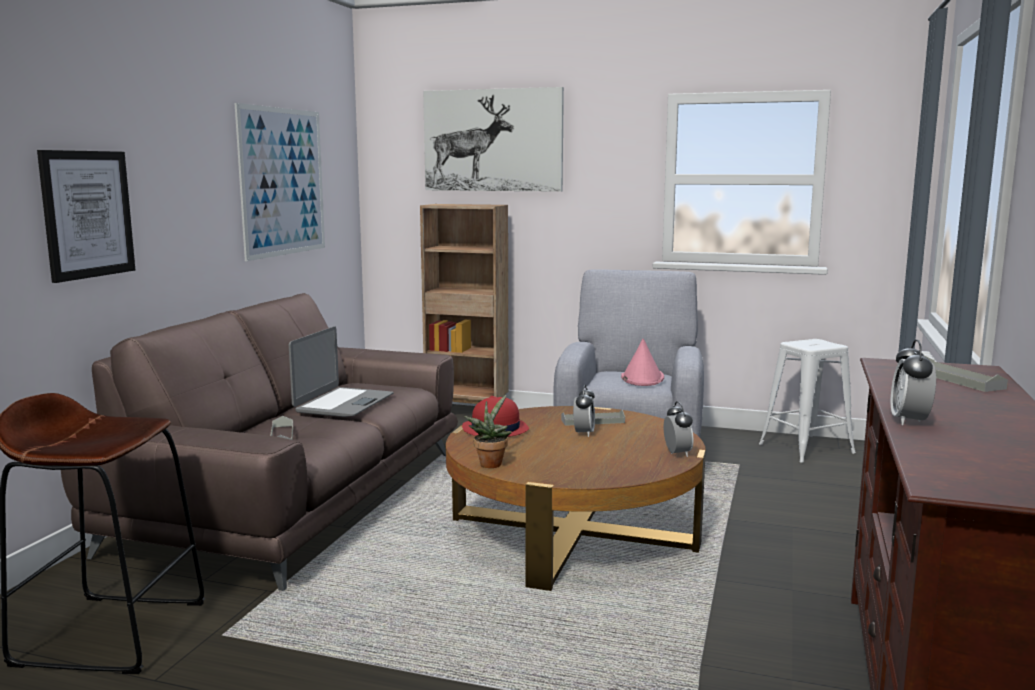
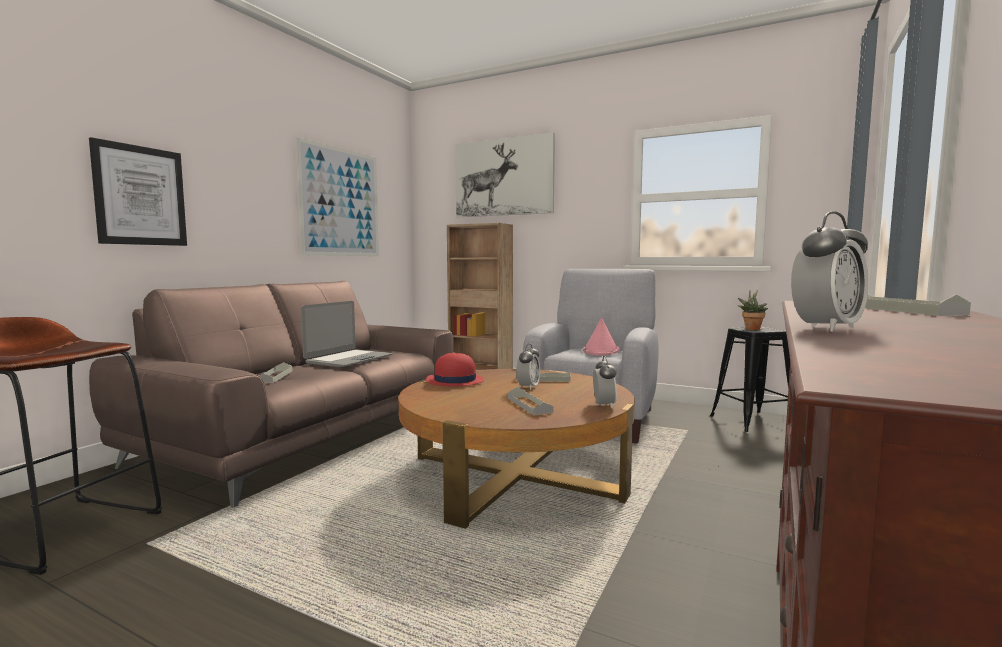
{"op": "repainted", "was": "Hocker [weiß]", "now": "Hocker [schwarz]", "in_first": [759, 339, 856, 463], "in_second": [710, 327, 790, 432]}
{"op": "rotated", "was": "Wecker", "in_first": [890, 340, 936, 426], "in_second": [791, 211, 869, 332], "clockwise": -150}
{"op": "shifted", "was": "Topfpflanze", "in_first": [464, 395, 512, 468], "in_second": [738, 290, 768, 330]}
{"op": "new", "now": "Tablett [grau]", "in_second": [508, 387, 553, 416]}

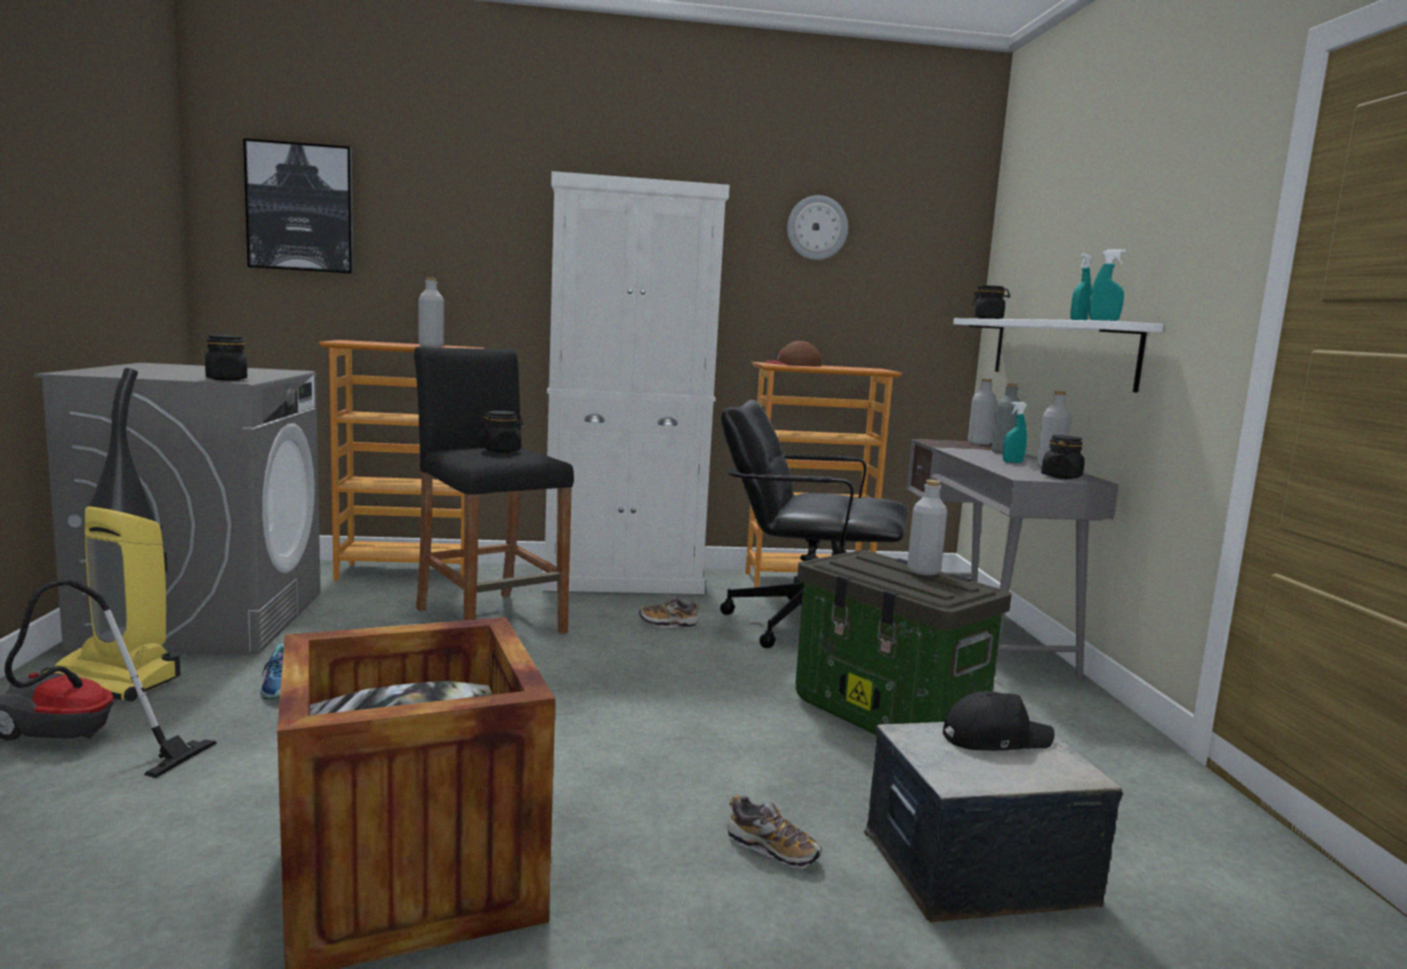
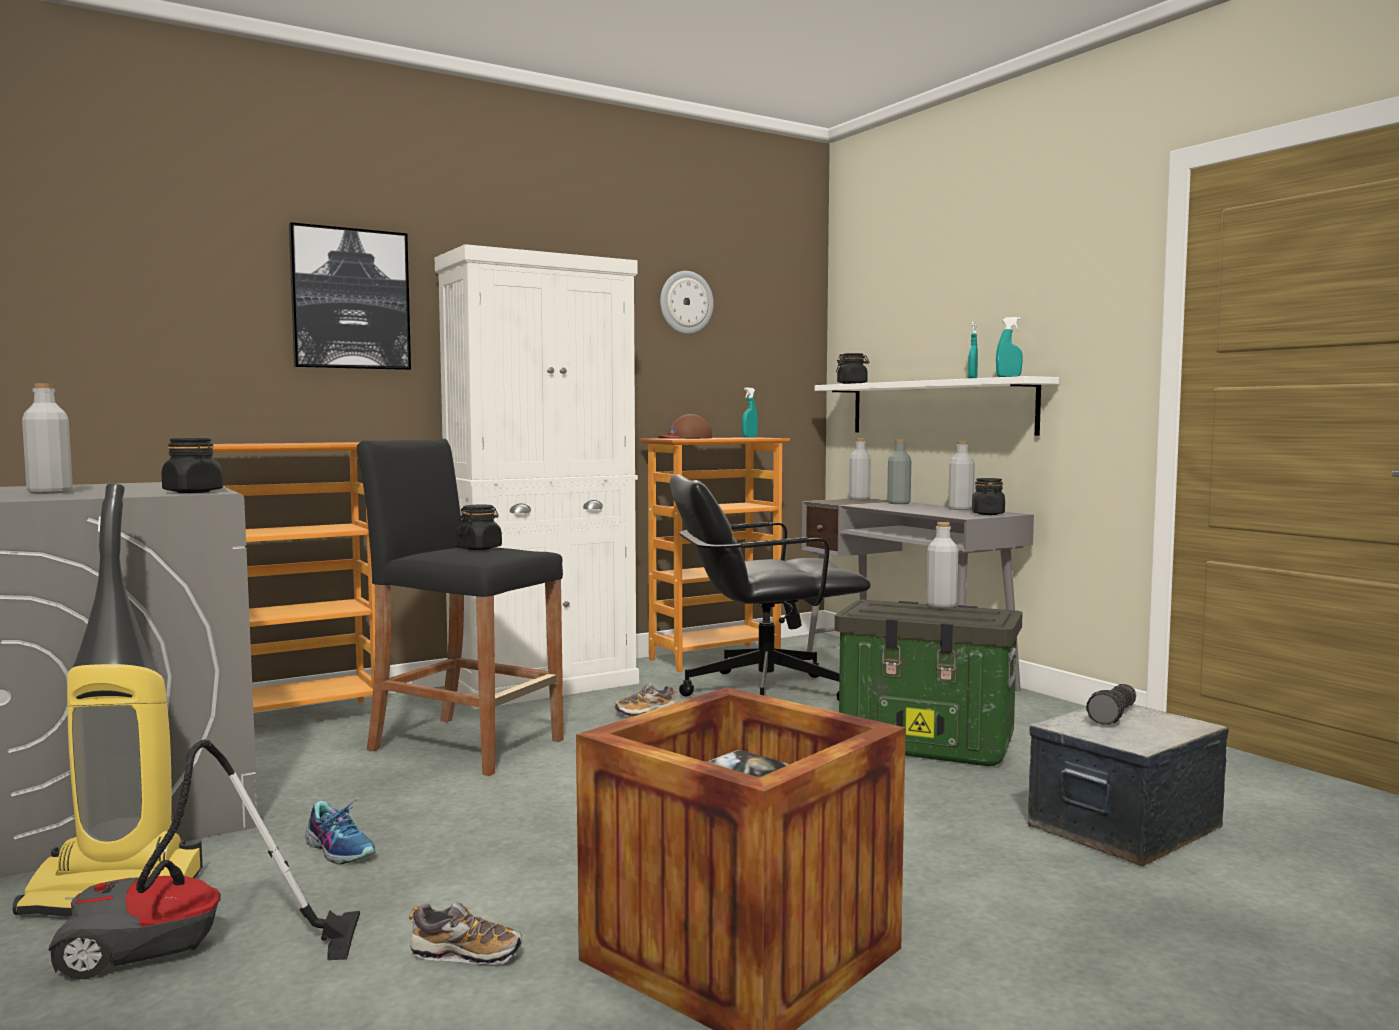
{"op": "shifted", "was": "Bild", "in_first": [243, 138, 354, 274], "in_second": [289, 222, 411, 370]}
{"op": "shifted", "was": "Flasche [grau]", "in_first": [419, 277, 444, 347], "in_second": [22, 383, 73, 494]}
{"op": "shifted", "was": "Sprühflasche [türkis]", "in_first": [1003, 401, 1027, 463], "in_second": [742, 387, 758, 438]}
{"op": "swapped", "was": "Kappe [schwarz]", "now": "Taschenlampe", "in_first": [943, 691, 1055, 751], "in_second": [1086, 684, 1136, 725]}
{"op": "shifted", "was": "Schuh", "in_first": [728, 795, 822, 869], "in_second": [409, 902, 522, 965]}

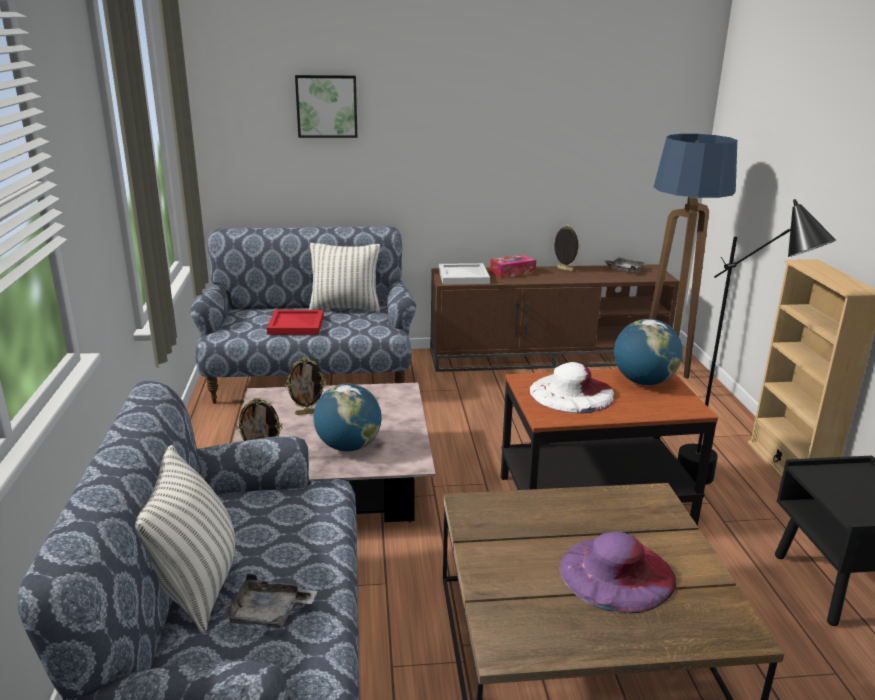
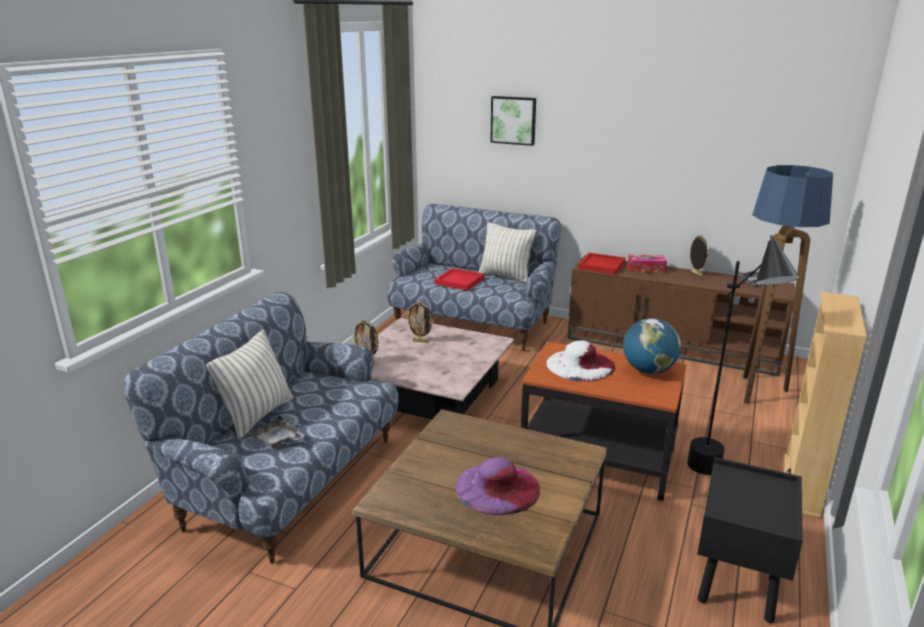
{"op": "repainted", "was": "Tablett [weiß]", "now": "Tablett [rot]", "in_first": [439, 263, 490, 284], "in_second": [578, 253, 625, 274]}
{"op": "gone", "was": "Globus", "in_first": [313, 384, 382, 451]}

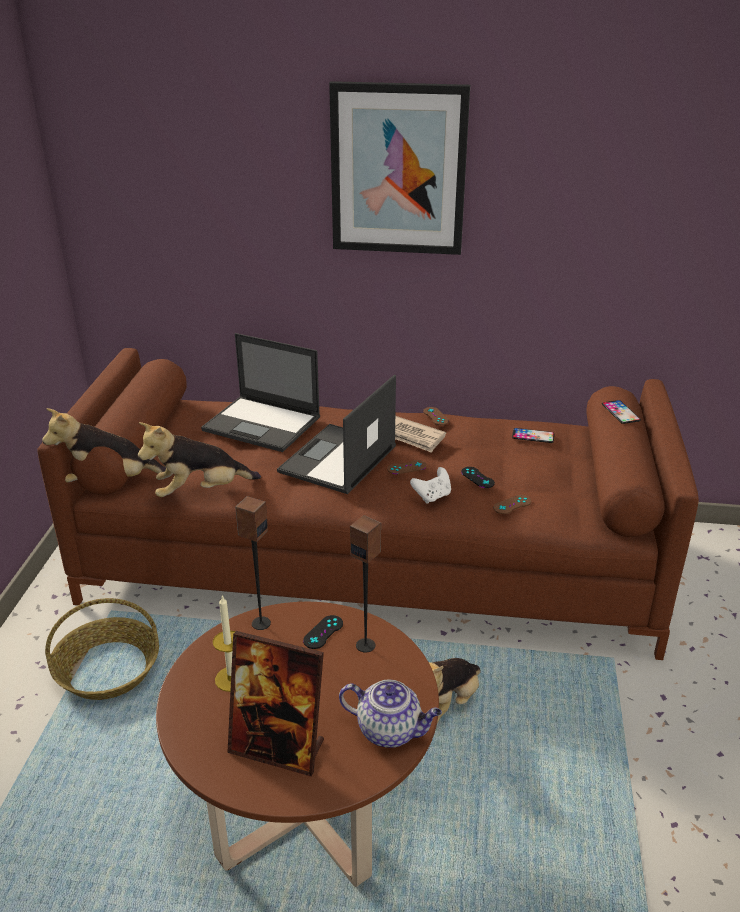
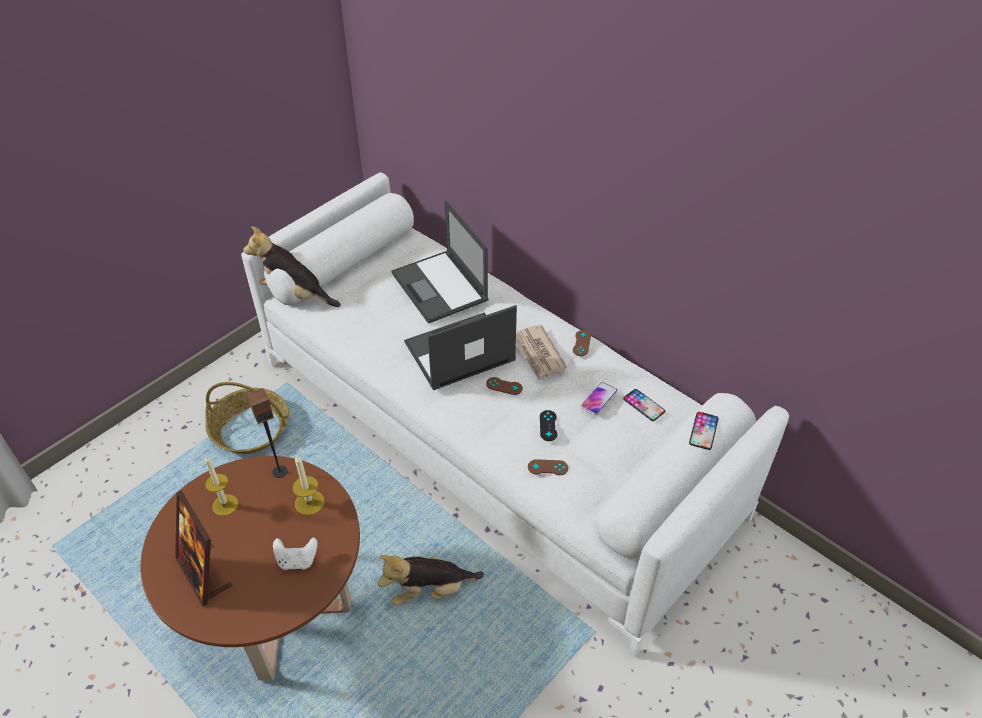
{"op": "gone", "was": "Bild", "in_first": [329, 81, 470, 255]}
{"op": "repainted", "was": "Sofa [braun]", "now": "Sofa [weiß]", "in_first": [38, 348, 699, 660], "in_second": [241, 173, 789, 658]}
{"op": "gone", "was": "Plüschtier", "in_first": [138, 422, 261, 497]}
{"op": "shifted", "was": "Gamepad [weiß]", "in_first": [410, 467, 451, 504], "in_second": [273, 537, 318, 570]}
{"op": "gone", "was": "Lautsprecher", "in_first": [350, 515, 381, 653]}
{"op": "swapped", "was": "Gamepad [schwarz]", "now": "Kerze", "in_first": [303, 615, 343, 649], "in_second": [292, 455, 324, 515]}
{"op": "gone", "was": "Teekanne", "in_first": [339, 680, 442, 748]}
{"op": "new", "now": "Handy", "in_second": [581, 382, 617, 415]}

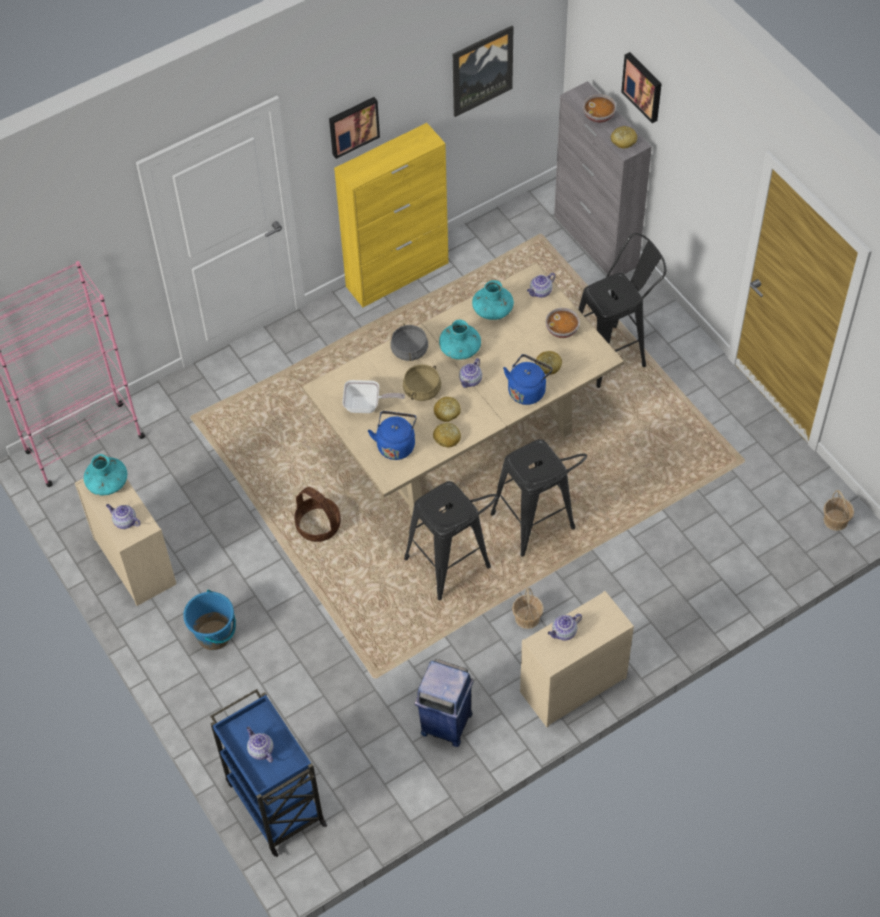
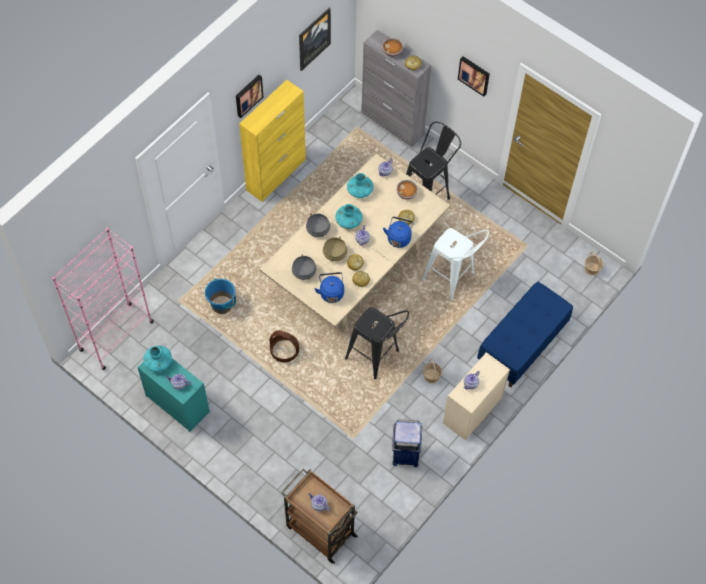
{"op": "shifted", "was": "Bild", "in_first": [621, 52, 662, 123], "in_second": [458, 56, 490, 97]}
{"op": "swapped", "was": "Pfanne", "now": "Kochtopf [grau]", "in_first": [343, 380, 405, 413], "in_second": [292, 254, 317, 280]}
{"op": "gone", "was": "Hocker [schwarz]", "in_first": [491, 439, 587, 557]}
{"op": "repainted", "was": "Kommode [beige]", "now": "Kommode [türkis]", "in_first": [75, 478, 176, 606], "in_second": [137, 358, 210, 432]}
{"op": "shifted", "was": "Eimer [blau]", "in_first": [183, 590, 236, 650], "in_second": [205, 278, 236, 314]}
{"op": "repainted", "was": "Rollwagen [blau]", "now": "Rollwagen [braun]", "in_first": [210, 689, 328, 857], "in_second": [281, 468, 358, 564]}
{"op": "new", "now": "Hocker [weiß]", "in_second": [422, 228, 489, 300]}
{"op": "new", "now": "Bank [blau]", "in_second": [477, 281, 573, 387]}

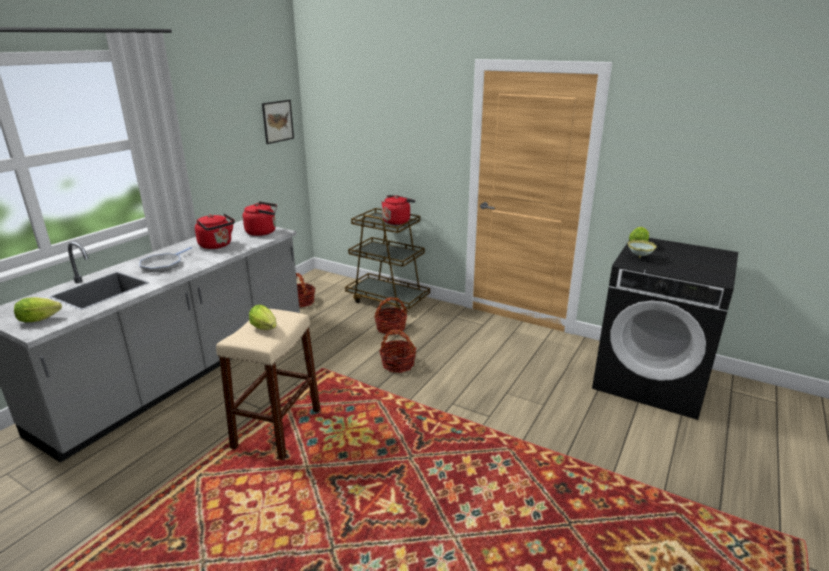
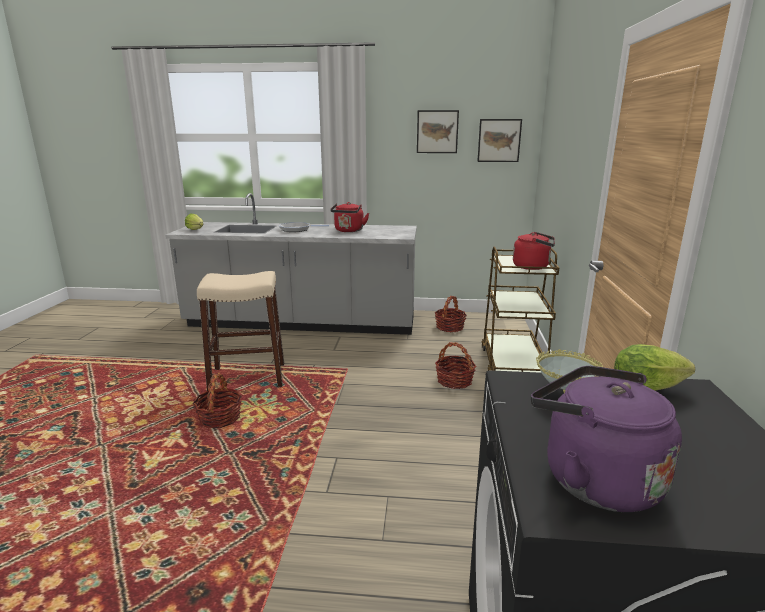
{"op": "gone", "was": "Wasserkessel [rot]", "in_first": [242, 201, 277, 236]}
{"op": "gone", "was": "Salatkopf", "in_first": [249, 305, 277, 330]}
{"op": "shifted", "was": "Korb", "in_first": [379, 330, 417, 373], "in_second": [193, 372, 242, 428]}
{"op": "new", "now": "Bild", "in_second": [417, 110, 459, 153]}
{"op": "new", "now": "Wasserkessel [lila]", "in_second": [531, 366, 682, 512]}

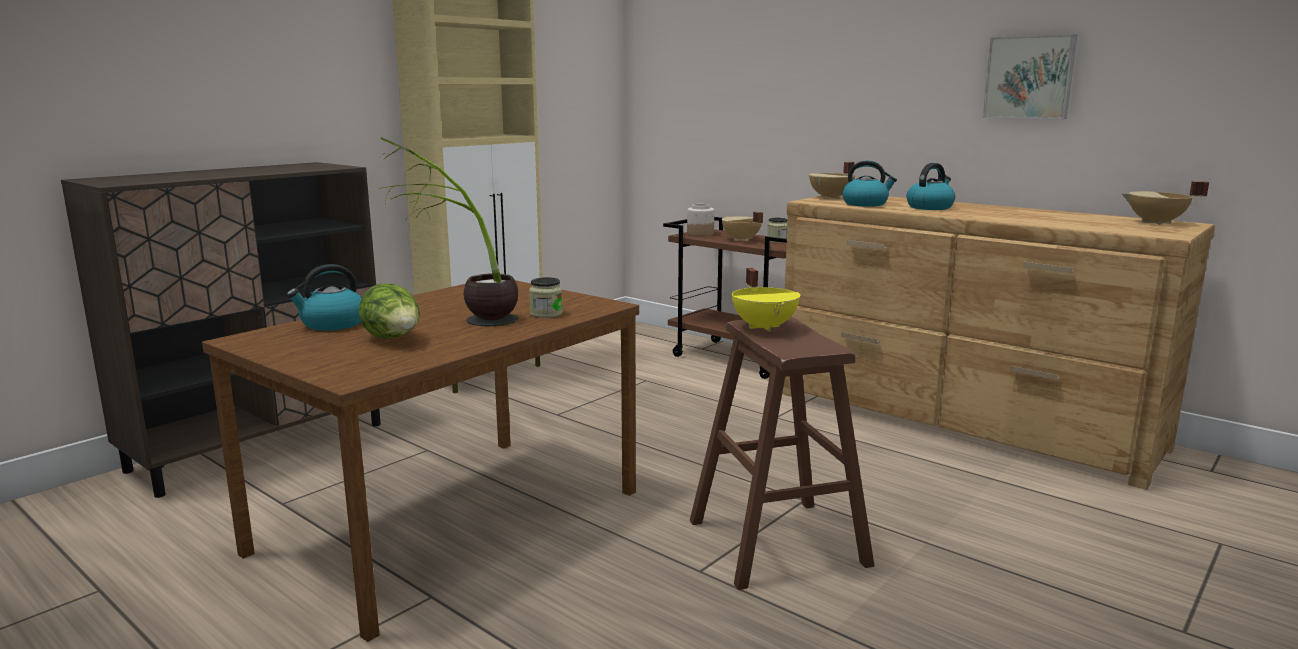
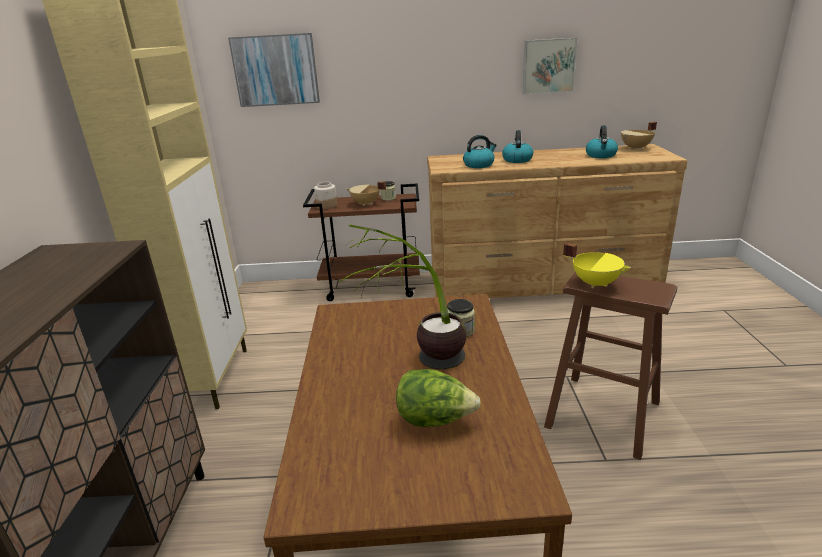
{"op": "gone", "was": "Kochtopf [beige]", "in_first": [809, 162, 855, 199]}
{"op": "shifted", "was": "Wasserkessel", "in_first": [287, 264, 362, 331], "in_second": [586, 126, 618, 158]}
{"op": "new", "now": "Bild", "in_second": [228, 33, 320, 107]}

